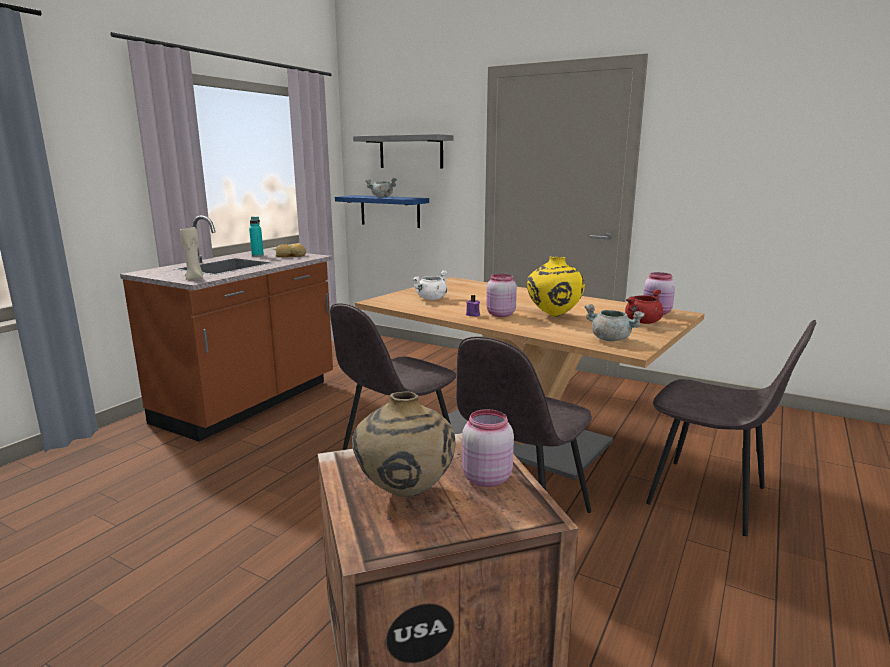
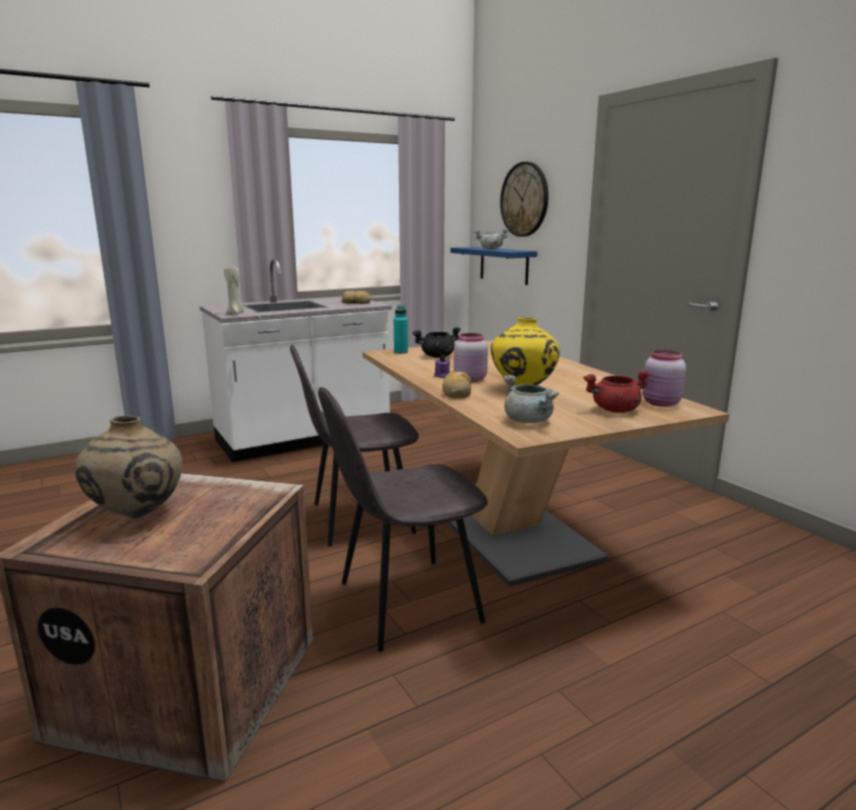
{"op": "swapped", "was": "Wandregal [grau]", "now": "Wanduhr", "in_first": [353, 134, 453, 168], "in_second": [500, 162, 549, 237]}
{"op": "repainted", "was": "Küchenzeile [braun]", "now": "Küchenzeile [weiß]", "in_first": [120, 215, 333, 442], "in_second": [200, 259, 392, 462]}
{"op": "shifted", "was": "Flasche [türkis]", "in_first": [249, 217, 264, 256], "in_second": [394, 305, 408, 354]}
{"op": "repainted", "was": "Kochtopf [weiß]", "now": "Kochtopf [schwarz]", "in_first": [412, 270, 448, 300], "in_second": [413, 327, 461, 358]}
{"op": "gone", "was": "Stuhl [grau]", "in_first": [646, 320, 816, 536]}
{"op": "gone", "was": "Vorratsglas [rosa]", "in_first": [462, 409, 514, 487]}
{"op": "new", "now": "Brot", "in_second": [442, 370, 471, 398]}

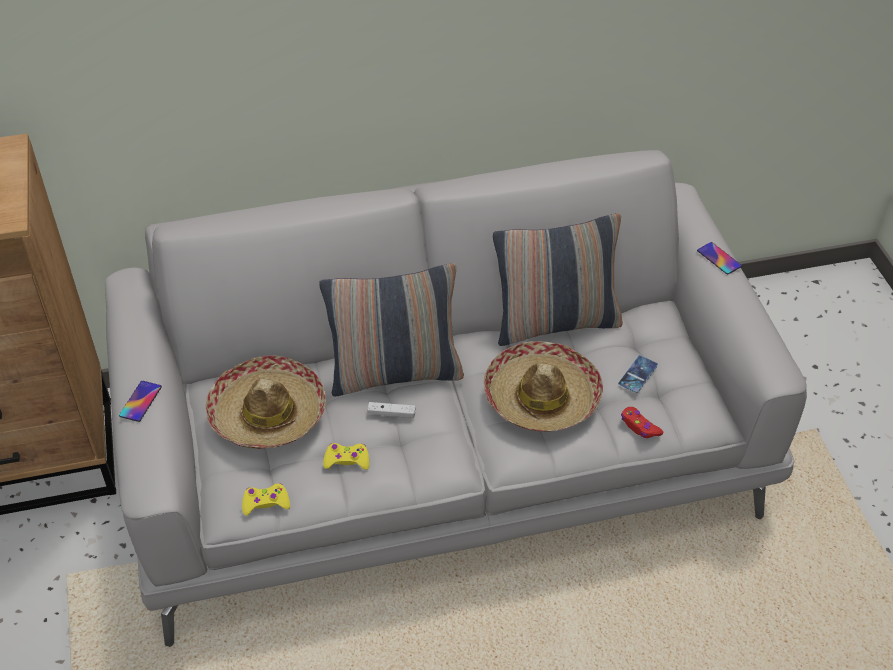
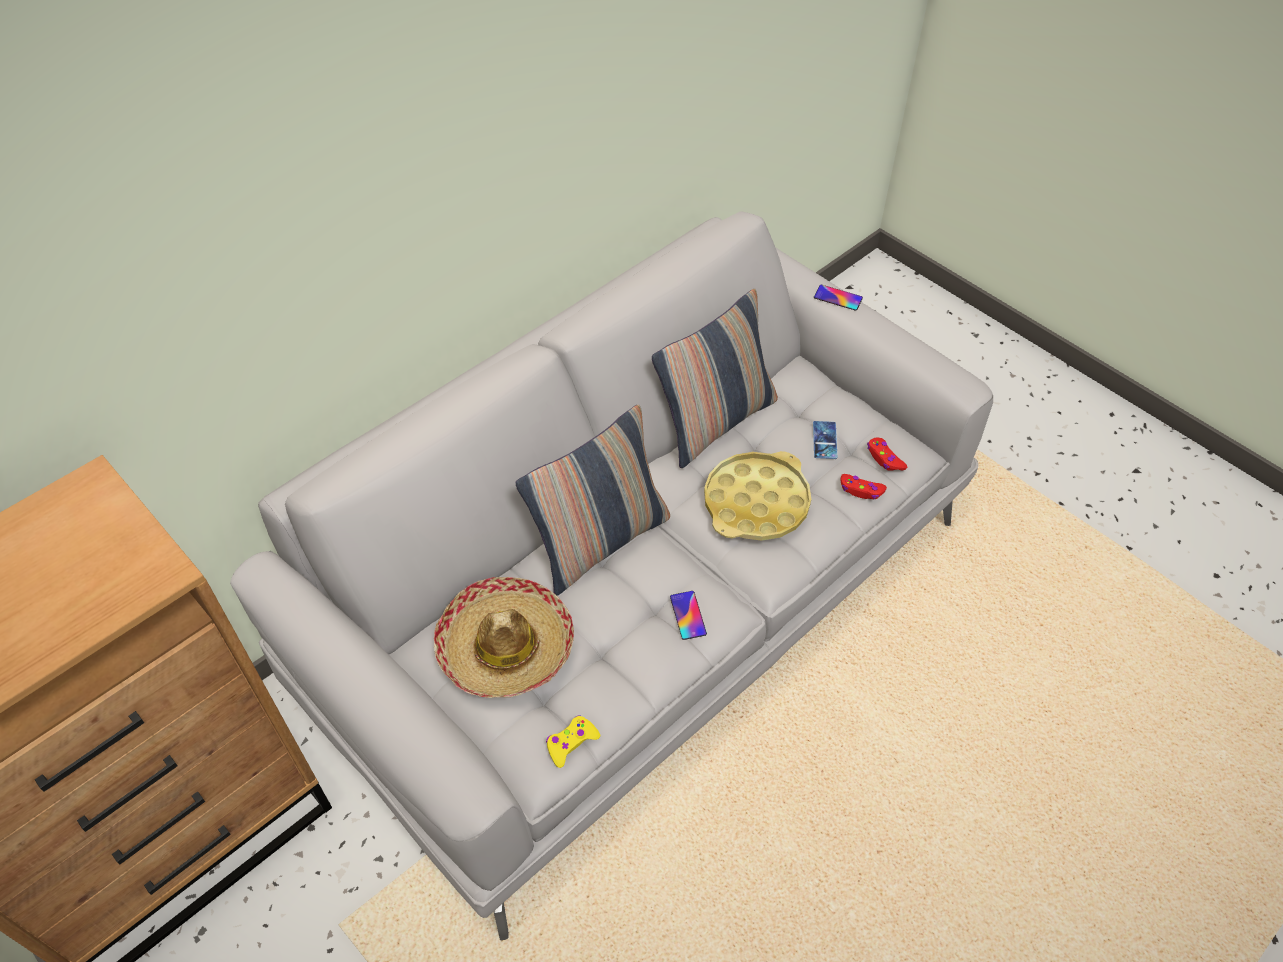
{"op": "swapped", "was": "Hut", "now": "Tablett [gelb]", "in_first": [483, 341, 603, 432], "in_second": [704, 451, 811, 541]}
{"op": "shifted", "was": "Handy", "in_first": [119, 381, 162, 422], "in_second": [670, 591, 707, 640]}
{"op": "gone", "was": "Gamepad [weiß]", "in_first": [367, 402, 415, 418]}
{"op": "gone", "was": "Gamepad [gelb]", "in_first": [323, 443, 369, 470]}
{"op": "new", "now": "Gamepad [rot]", "in_second": [867, 437, 907, 471]}

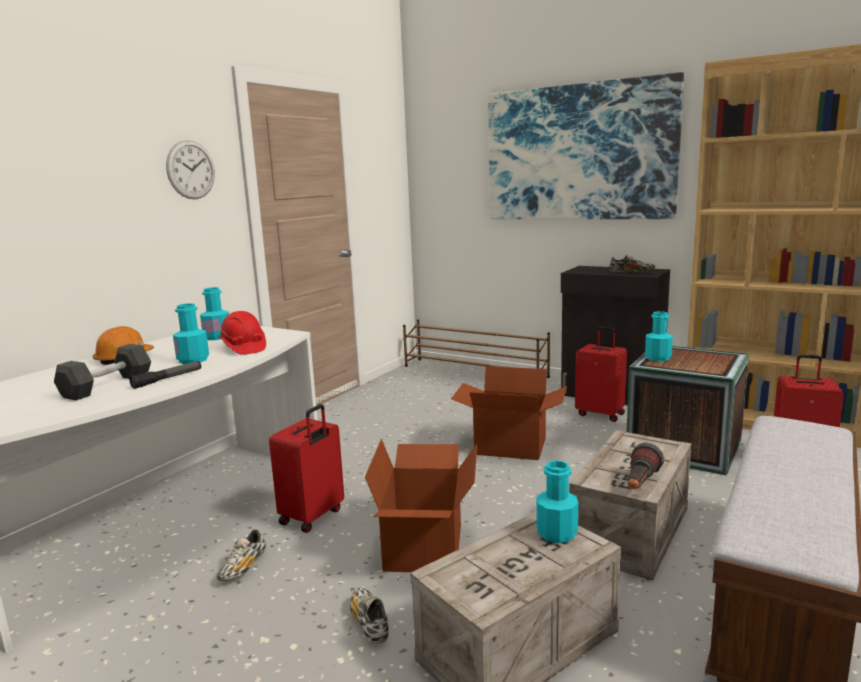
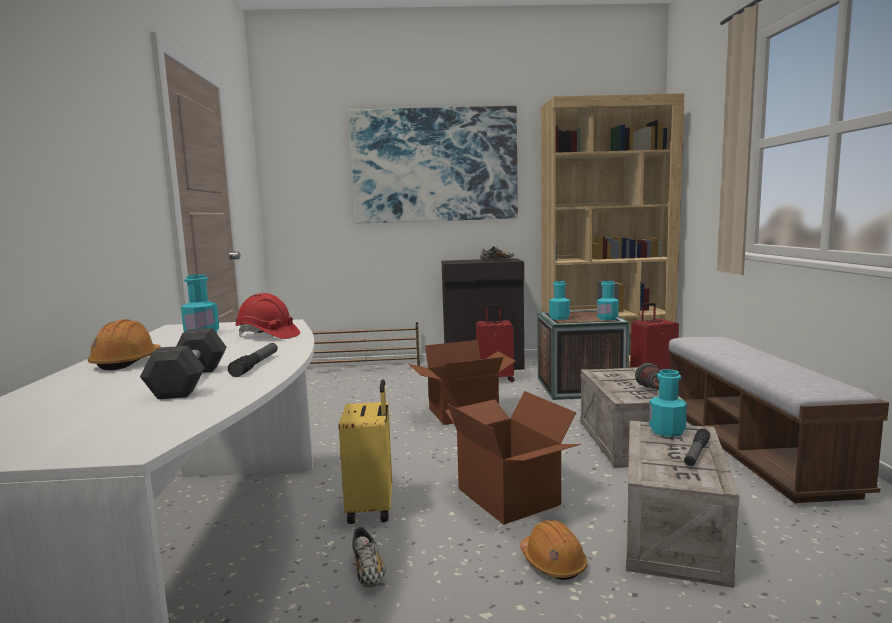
{"op": "gone", "was": "Wanduhr", "in_first": [166, 140, 215, 199]}
{"op": "shifted", "was": "Flasche [türkis]", "in_first": [173, 303, 209, 364], "in_second": [597, 281, 619, 320]}
{"op": "repainted", "was": "Koffer [rot]", "now": "Koffer [gelb]", "in_first": [269, 404, 344, 533], "in_second": [339, 380, 392, 524]}
{"op": "swapped", "was": "Schuh", "now": "Schutzhelm [orange]", "in_first": [350, 587, 389, 644], "in_second": [520, 520, 587, 580]}
{"op": "new", "now": "Taschenlampe", "in_second": [684, 429, 710, 466]}

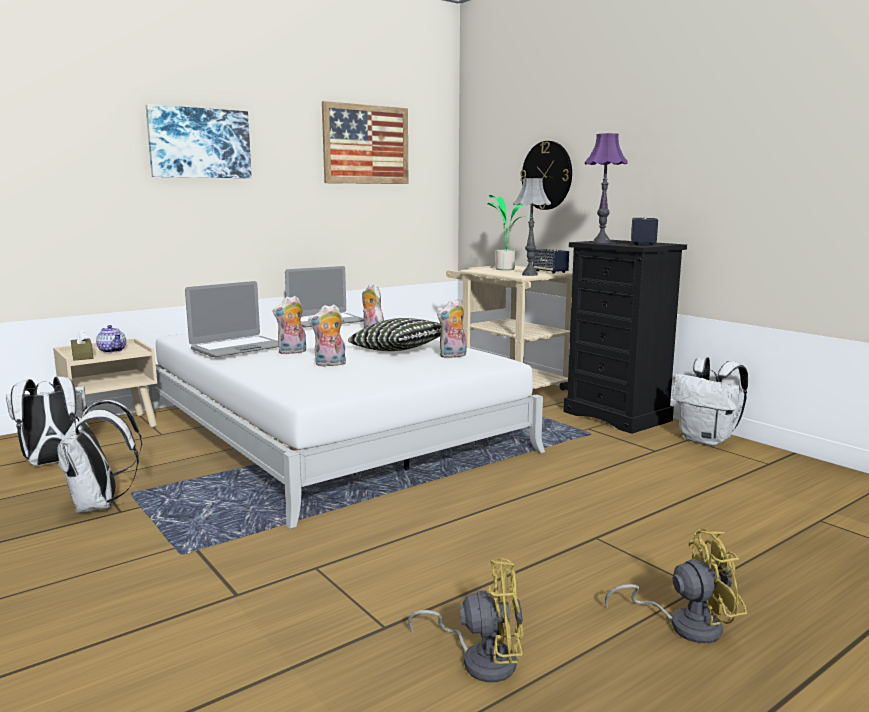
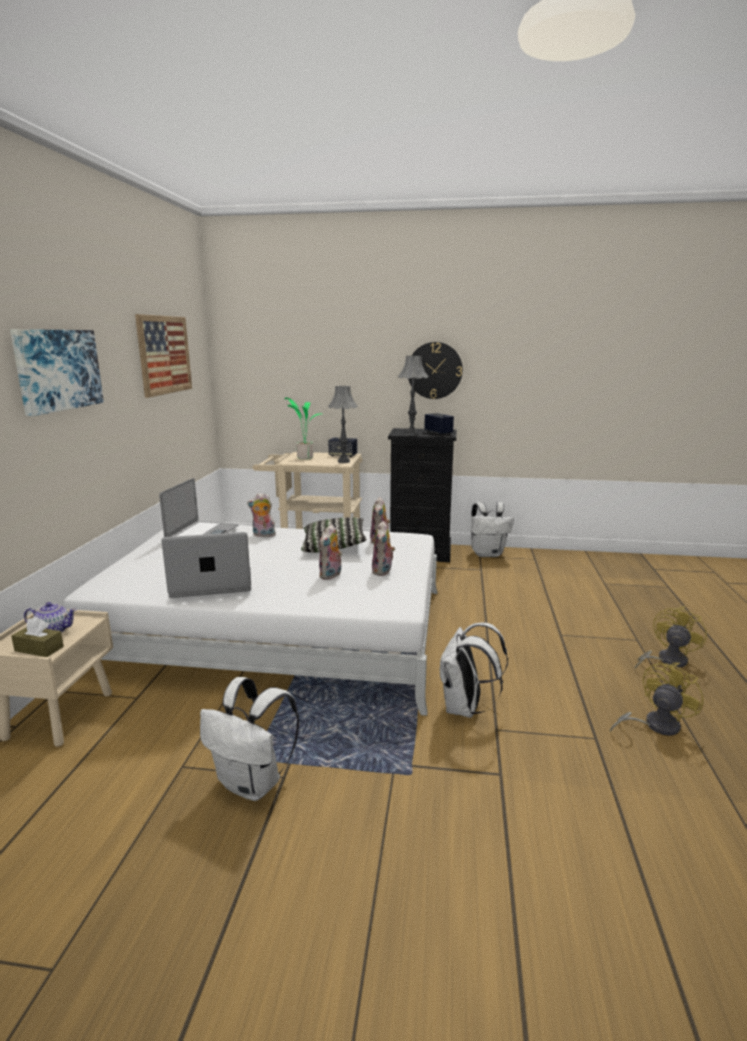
{"op": "repainted", "was": "Tischlampe [lila]", "now": "Tischlampe [grau]", "in_first": [585, 133, 628, 244], "in_second": [398, 356, 429, 436]}
{"op": "shifted", "was": "Wanduhr", "in_first": [520, 141, 572, 210], "in_second": [408, 342, 463, 399]}
{"op": "rotated", "was": "Laptop", "in_first": [185, 281, 279, 357], "in_second": [161, 532, 251, 598], "clockwise": -105}
{"op": "shifted", "was": "Plüschtier", "in_first": [272, 296, 306, 354], "in_second": [372, 521, 395, 576]}
{"op": "shifted", "was": "Rucksack [weiß]", "in_first": [6, 376, 87, 466], "in_second": [439, 622, 508, 718]}

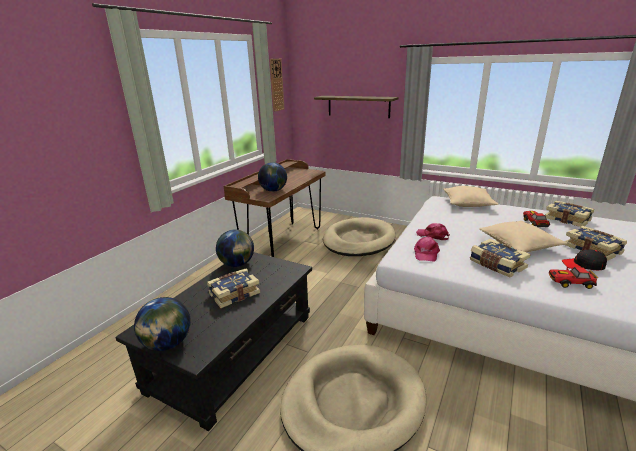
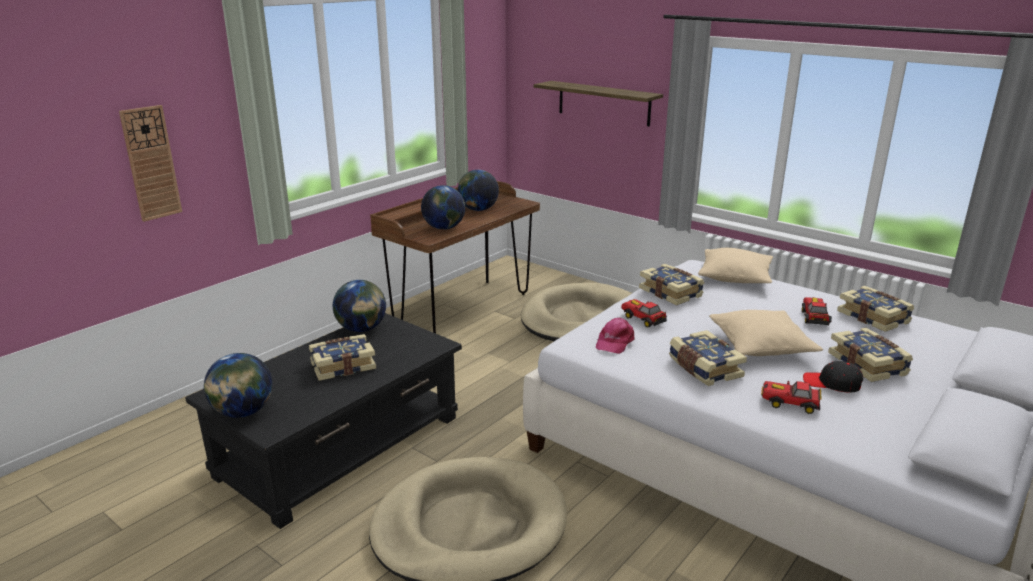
{"op": "shifted", "was": "Wanduhr", "in_first": [270, 59, 284, 112], "in_second": [119, 105, 182, 222]}
{"op": "swapped", "was": "Kappe [rosa]", "now": "Spielzeugauto", "in_first": [416, 223, 450, 240], "in_second": [621, 299, 667, 327]}
{"op": "new", "now": "Globus", "in_second": [458, 170, 499, 211]}
{"op": "new", "now": "Buch", "in_second": [639, 264, 704, 305]}

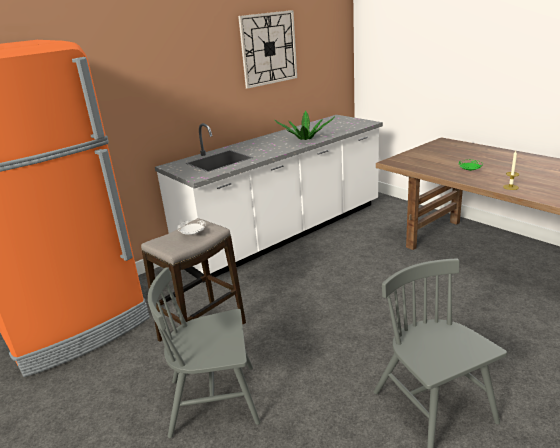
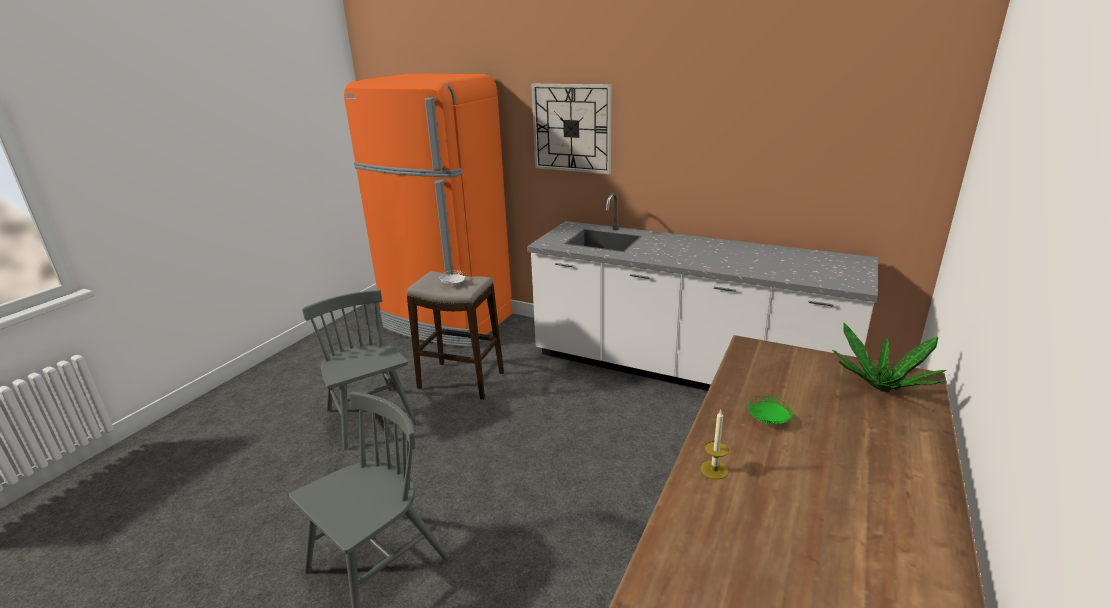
{"op": "shifted", "was": "Wanduhr", "in_first": [238, 10, 297, 89], "in_second": [531, 84, 612, 174]}
{"op": "shifted", "was": "Topfpflanze", "in_first": [274, 111, 335, 140], "in_second": [832, 323, 946, 392]}

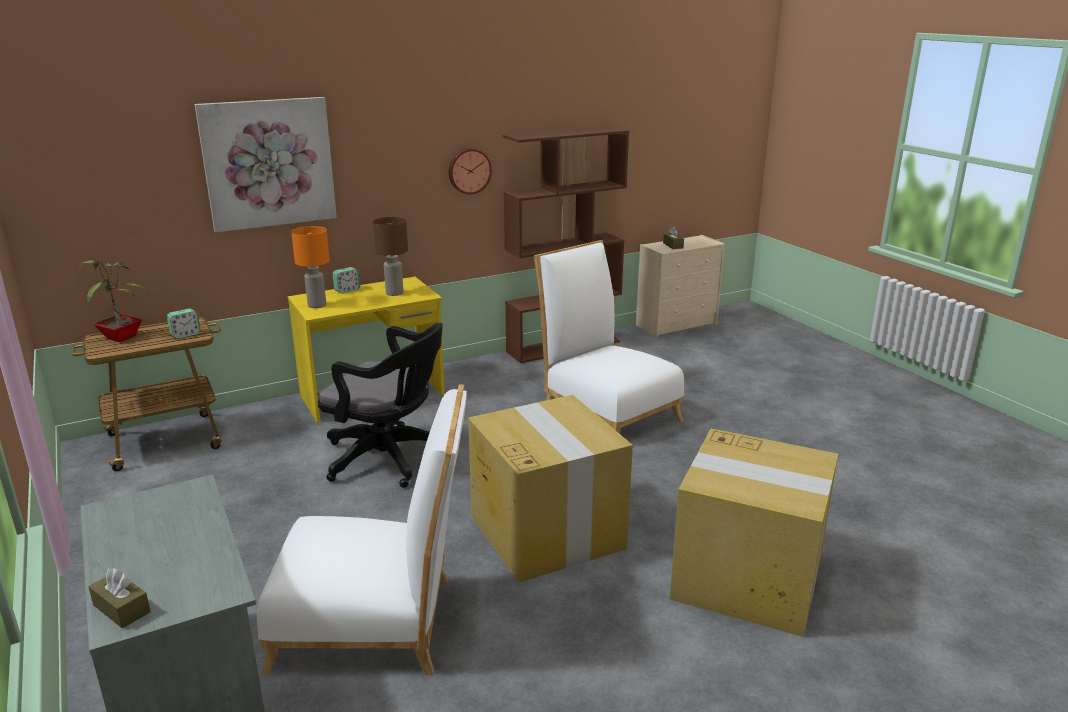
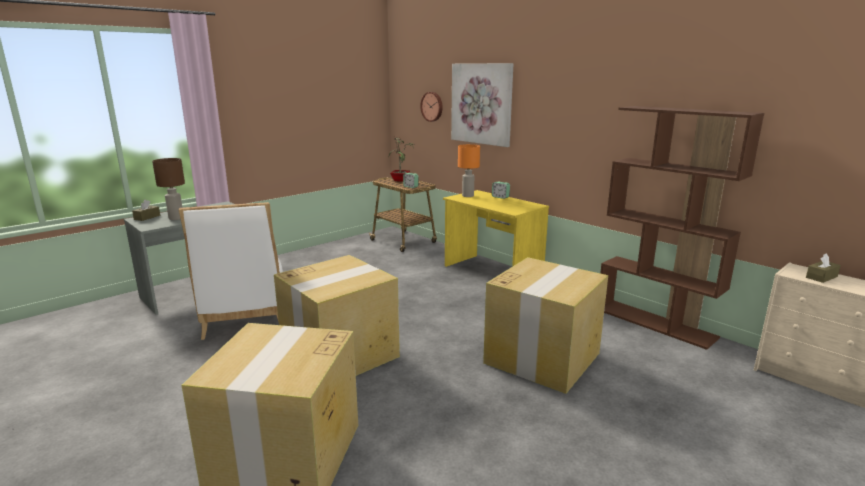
{"op": "shifted", "was": "Wanduhr", "in_first": [449, 148, 492, 194], "in_second": [420, 92, 442, 122]}
{"op": "shifted", "was": "Tischlampe [braun]", "in_first": [373, 217, 408, 296], "in_second": [152, 158, 185, 220]}
{"op": "swapped", "was": "Stuhl [weiß]", "now": "Karton", "in_first": [534, 240, 684, 434], "in_second": [483, 257, 608, 394]}
{"op": "gone", "was": "Bürostuhl [schwarz]", "in_first": [318, 323, 443, 488]}

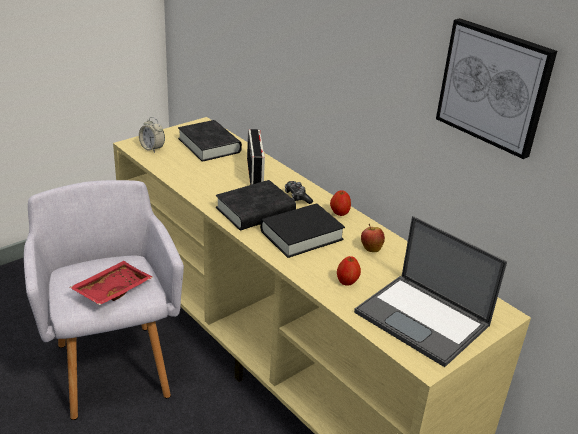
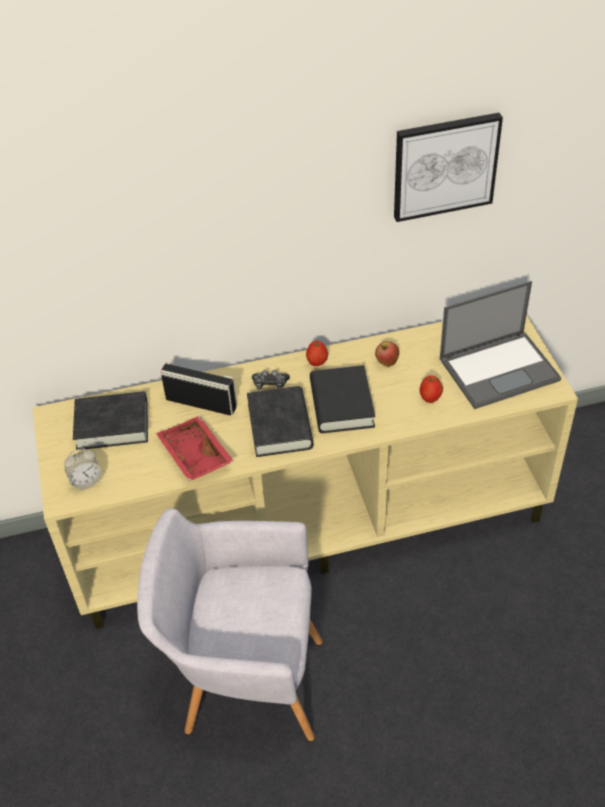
{"op": "shifted", "was": "Tablett [rot]", "in_first": [70, 261, 153, 305], "in_second": [156, 416, 234, 481]}

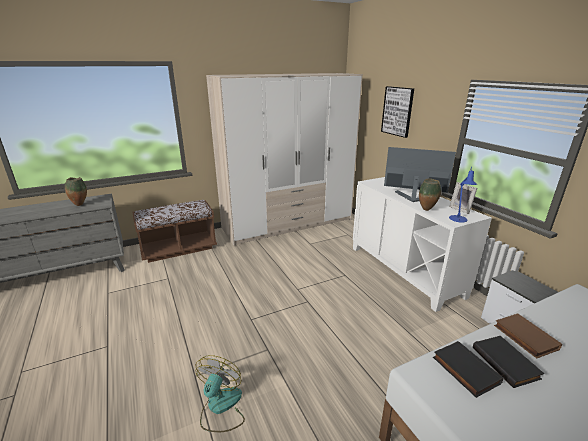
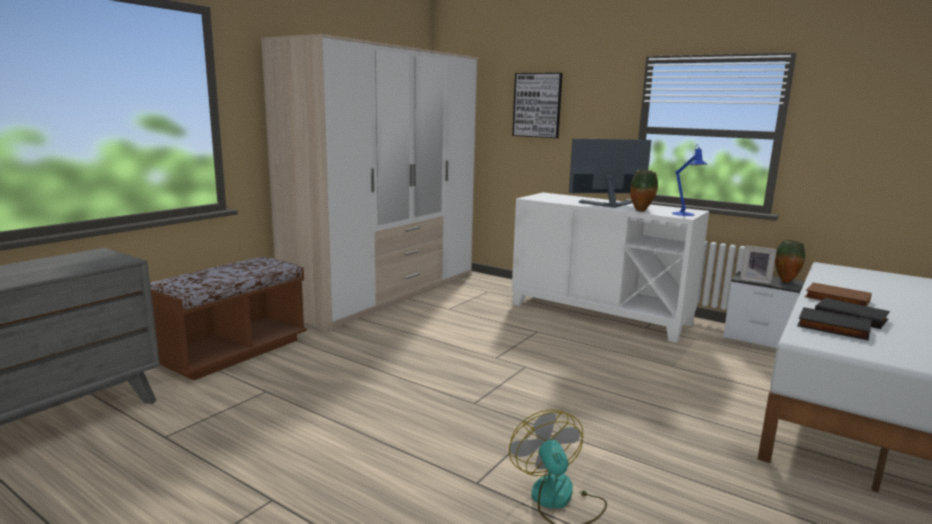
{"op": "shifted", "was": "Vase", "in_first": [65, 177, 87, 206], "in_second": [775, 240, 805, 282]}
{"op": "shifted", "was": "Bilderrahmen", "in_first": [449, 182, 477, 214], "in_second": [740, 245, 777, 284]}

